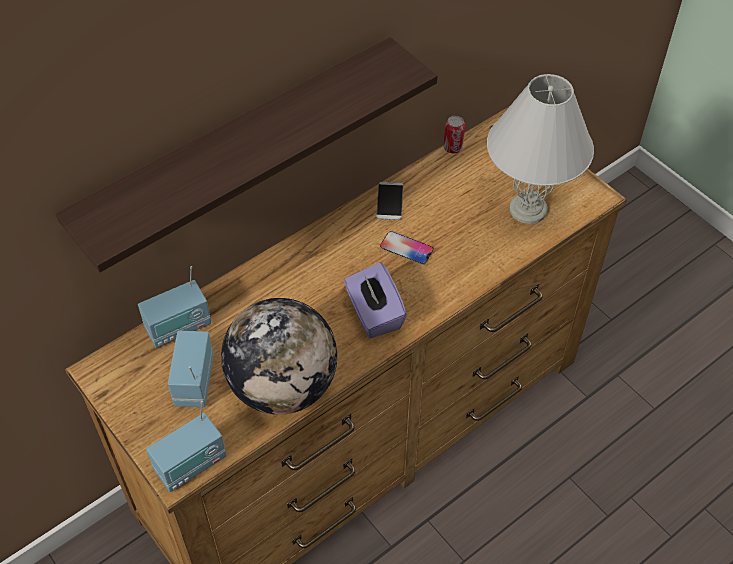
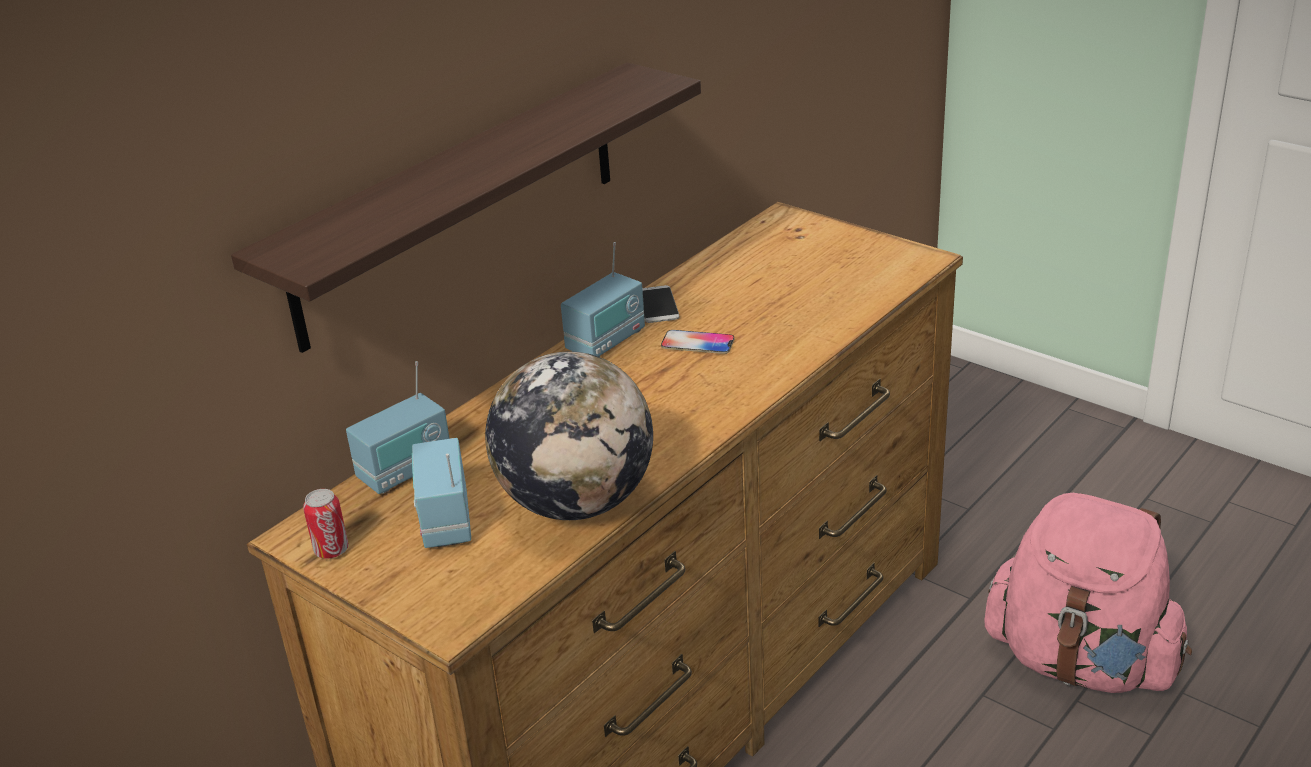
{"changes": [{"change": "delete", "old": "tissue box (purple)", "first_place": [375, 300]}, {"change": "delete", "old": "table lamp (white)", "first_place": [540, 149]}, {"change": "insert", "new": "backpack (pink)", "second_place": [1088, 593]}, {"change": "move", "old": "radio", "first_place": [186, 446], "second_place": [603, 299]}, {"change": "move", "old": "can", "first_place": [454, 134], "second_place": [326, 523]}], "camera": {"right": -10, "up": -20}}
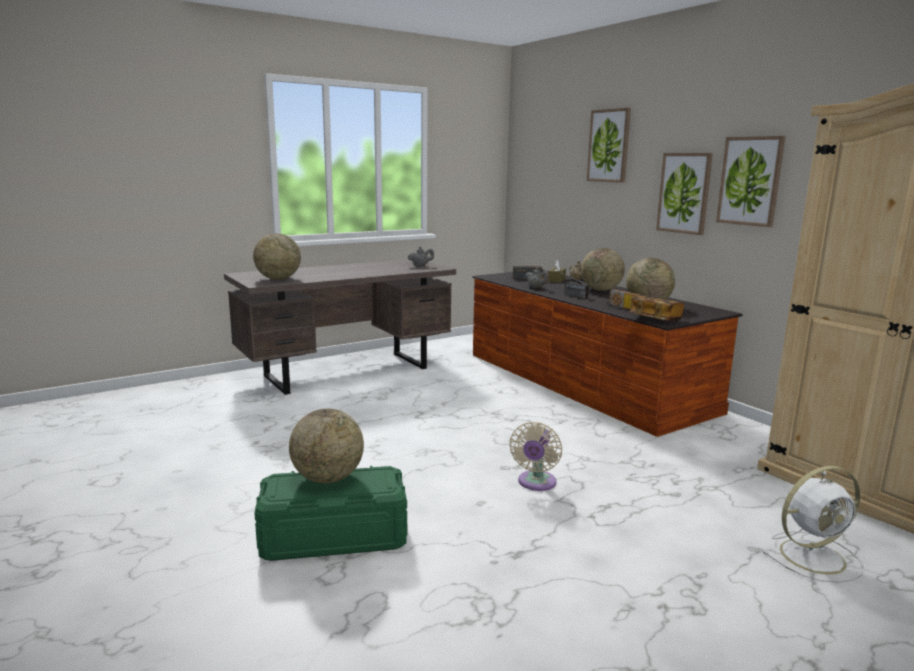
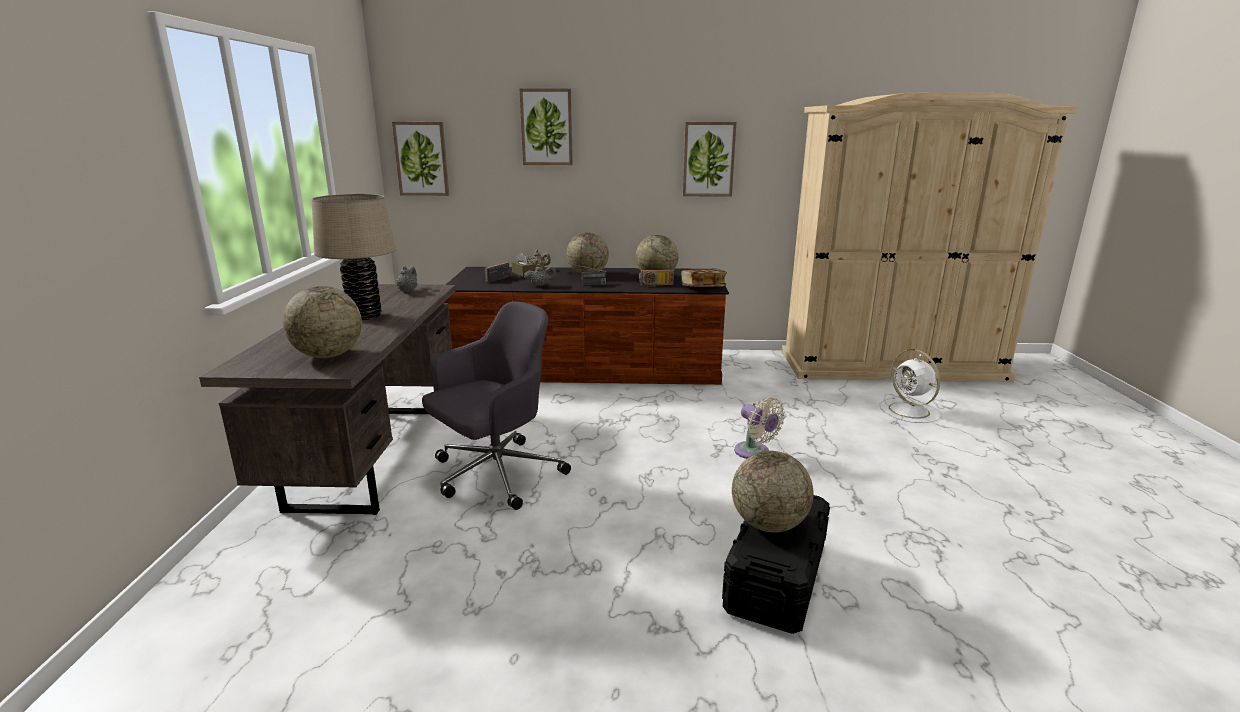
{"changes": [{"change": "insert", "new": "table lamp (beige)", "second_place": [354, 257]}, {"change": "insert", "new": "office chair (grey)", "second_place": [496, 406]}, {"change": "move", "old": "picture", "first_place": [684, 194], "second_place": [420, 159]}, {"change": "recolor", "old": "storage box (green)", "new": "storage box (black)", "first_place": [330, 513], "second_place": [776, 564]}, {"change": "rotate", "old": "fan (white)", "first_place": [813, 524], "second_place": [911, 386], "degrees": 135}], "camera": {"right": -55, "up": 5}}
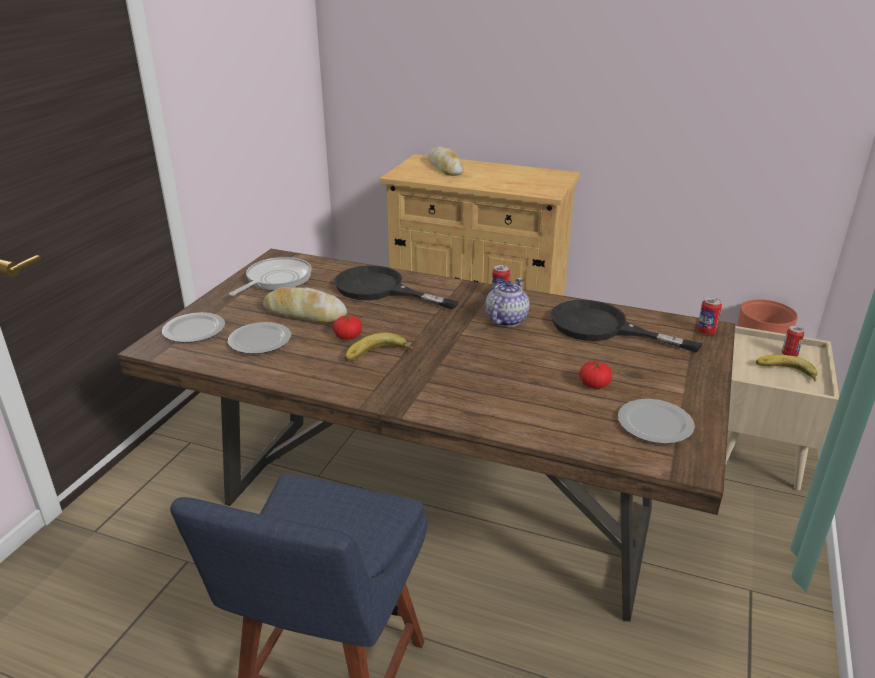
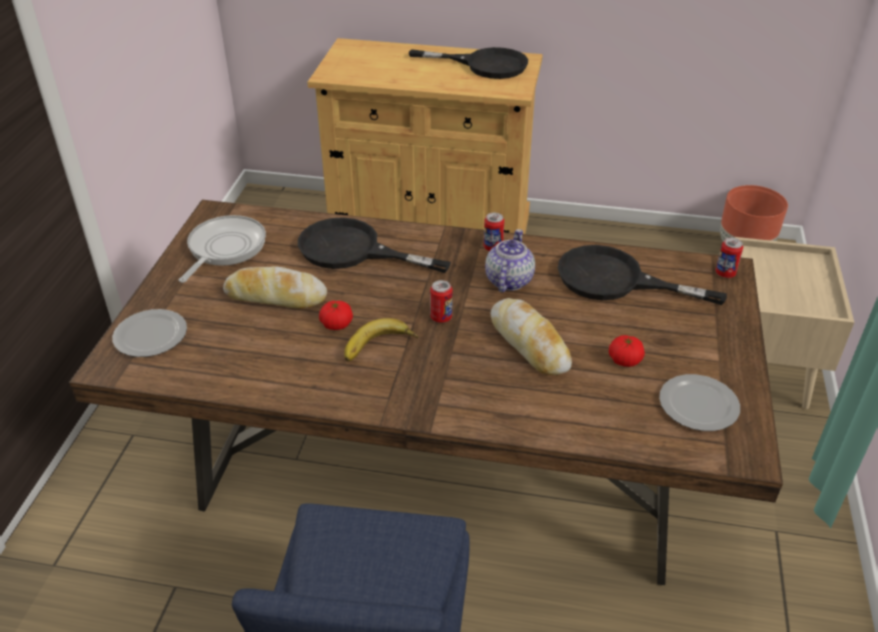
{"changes": [{"change": "delete", "old": "plate", "first_place": [259, 338]}, {"change": "delete", "old": "banana", "first_place": [787, 368]}, {"change": "insert", "new": "frying pan (black)", "second_place": [468, 63]}, {"change": "move", "old": "bread", "first_place": [446, 161], "second_place": [531, 336]}, {"change": "move", "old": "can", "first_place": [793, 341], "second_place": [441, 301]}], "camera": {"right": -10, "up": 10}}
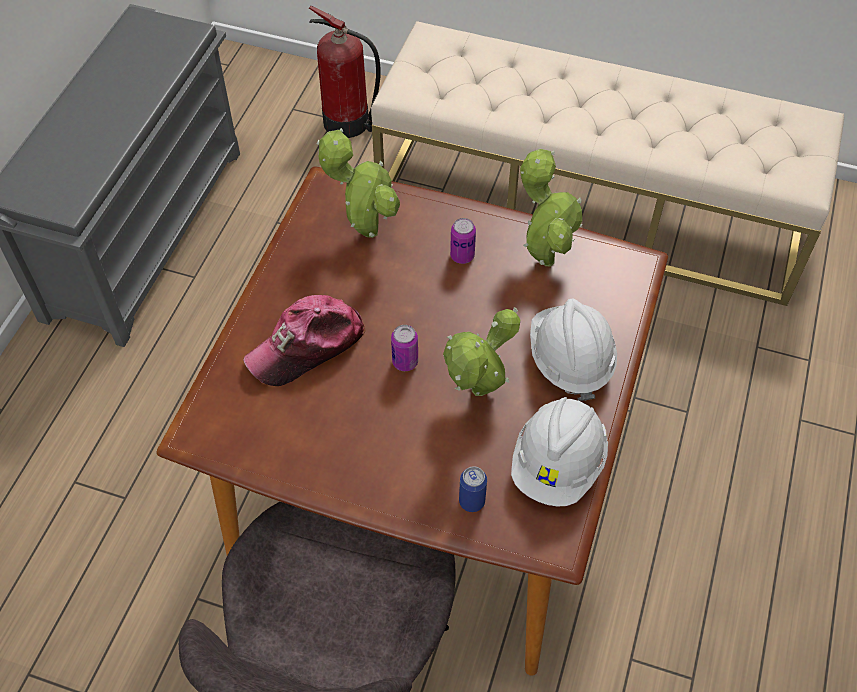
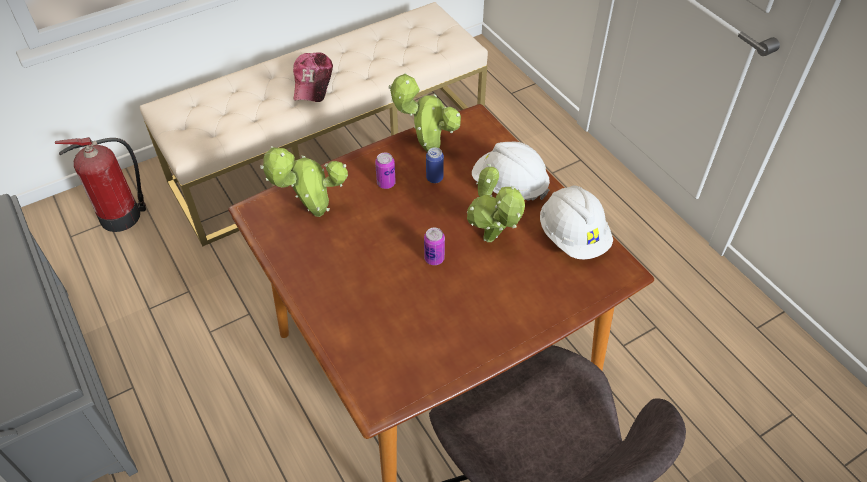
{"changes": [{"change": "move", "old": "cap", "first_place": [304, 340], "second_place": [313, 77]}, {"change": "move", "old": "can", "first_place": [473, 489], "second_place": [435, 165]}], "camera": {"right": -50, "up": -5}}
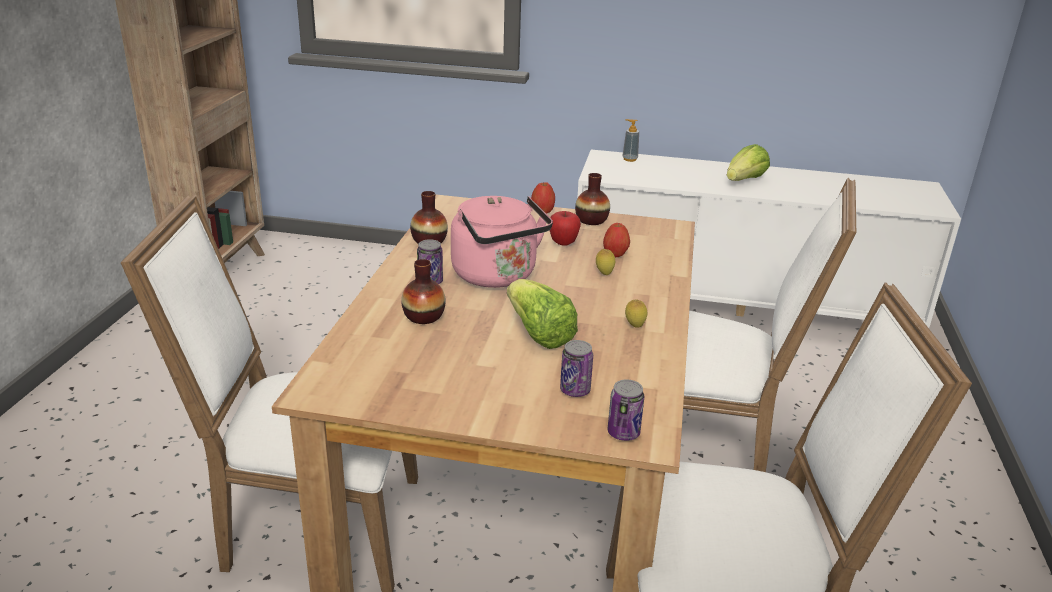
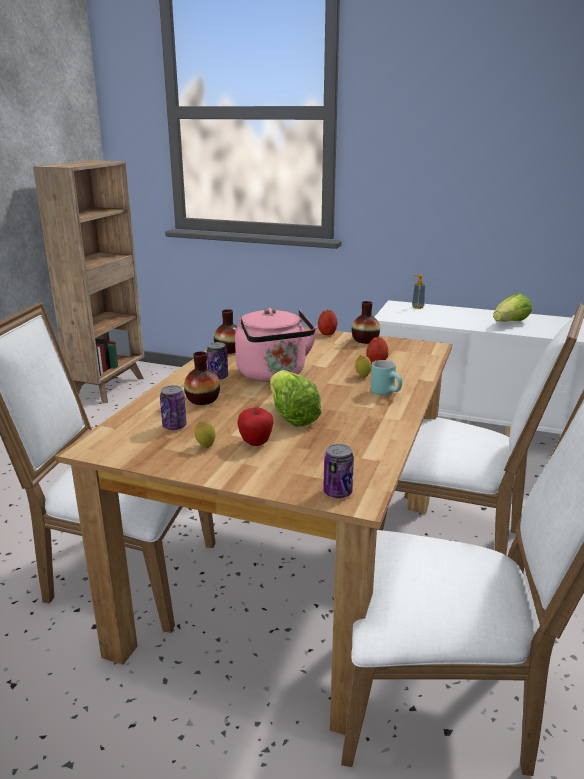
{"changes": [{"change": "insert", "new": "mug (turquoise)", "second_place": [386, 377]}, {"change": "move", "old": "apple", "first_place": [565, 228], "second_place": [255, 426]}, {"change": "move", "old": "can", "first_place": [576, 368], "second_place": [173, 407]}, {"change": "move", "old": "lemon", "first_place": [636, 313], "second_place": [205, 434]}], "camera": {"right": 10, "up": -5}}
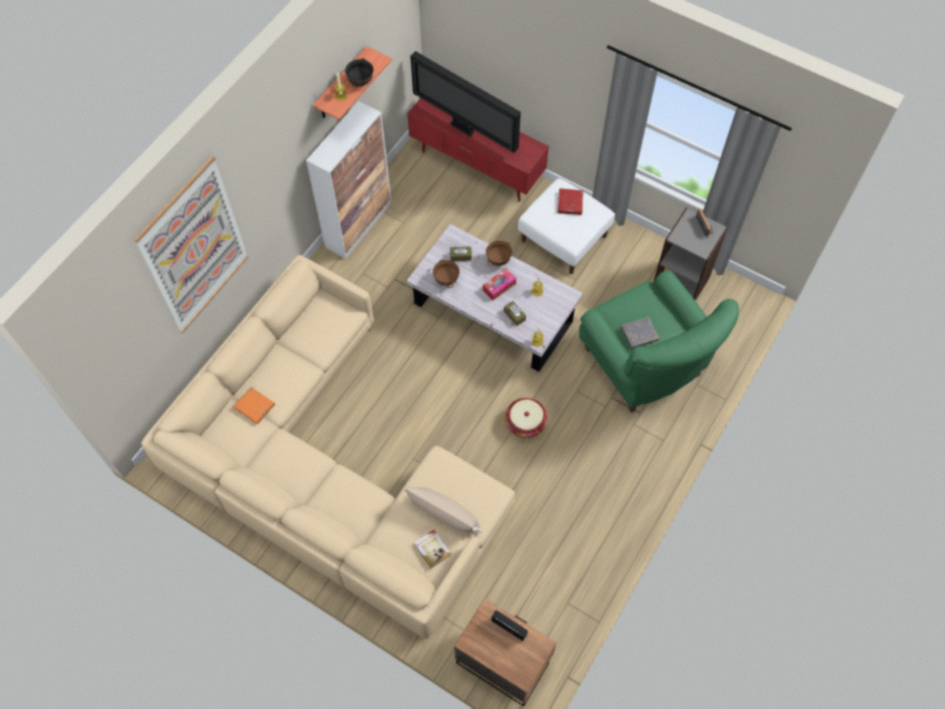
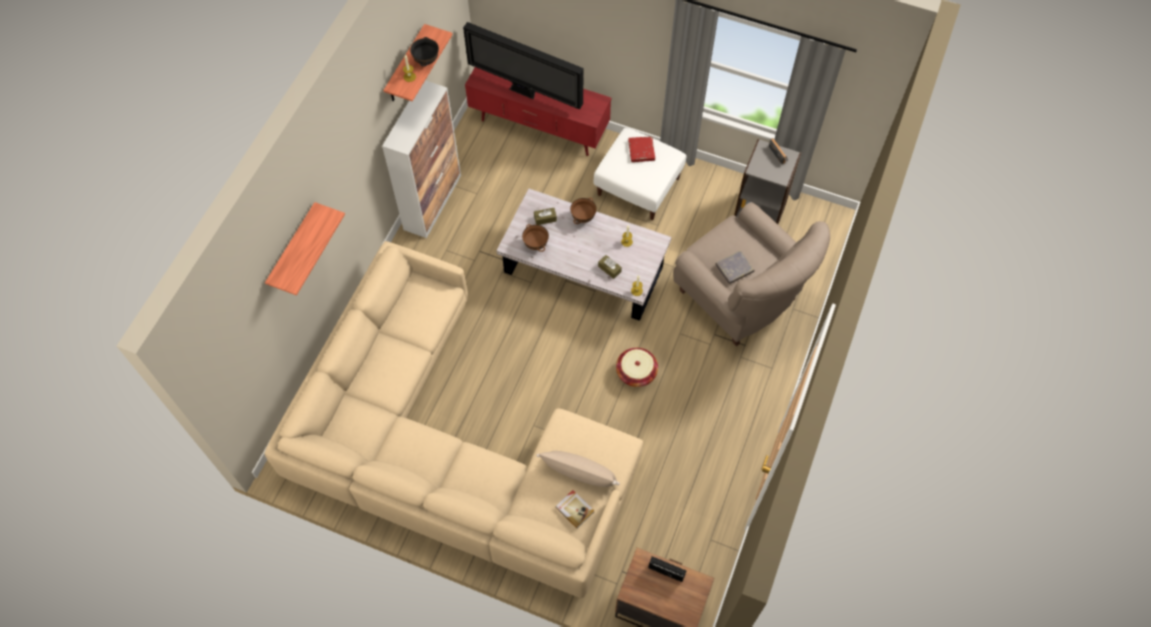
{"changes": [{"change": "delete", "old": "book (orange)", "first_place": [254, 405]}, {"change": "delete", "old": "tissue box", "first_place": [499, 284]}, {"change": "replace", "old": "picture", "new": "shelf", "first_place": [191, 245], "second_place": [305, 248]}, {"change": "recolor", "old": "armchair (green)", "new": "armchair (beige)", "first_place": [659, 341], "second_place": [751, 274]}], "camera": {"right": -10, "up": 0}}
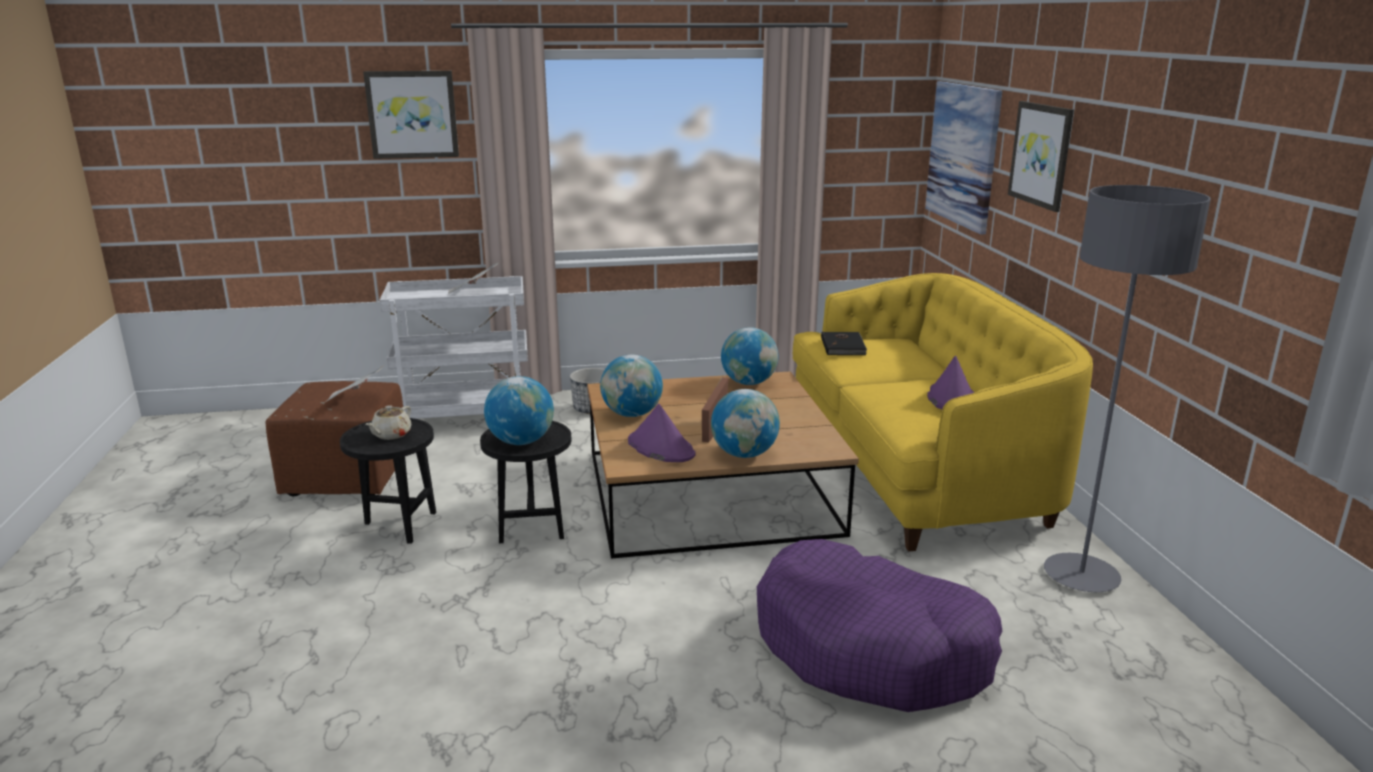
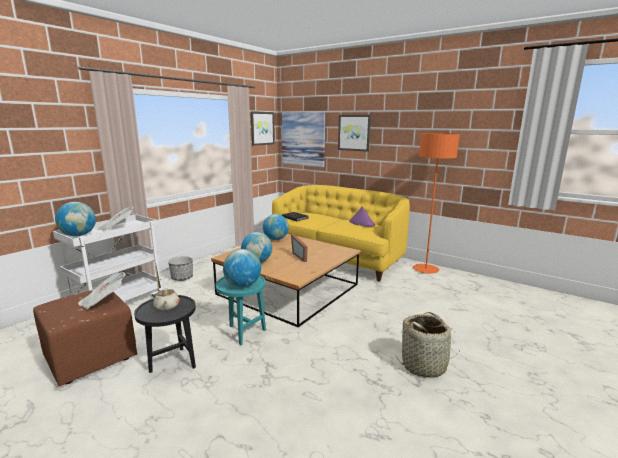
{"changes": [{"change": "delete", "old": "hat (purple)", "first_place": [661, 433]}, {"change": "delete", "old": "dog bed (purple)", "first_place": [879, 625]}, {"change": "insert", "new": "basket", "second_place": [427, 345]}, {"change": "move", "old": "picture", "first_place": [411, 115], "second_place": [262, 128]}, {"change": "move", "old": "globe", "first_place": [745, 423], "second_place": [75, 219]}, {"change": "recolor", "old": "side table (black)", "new": "side table (turquoise)", "first_place": [526, 482], "second_place": [241, 310]}, {"change": "recolor", "old": "floor lamp (grey)", "new": "floor lamp (orange)", "first_place": [1127, 388], "second_place": [436, 203]}], "camera": {"right": -45, "up": -5}}
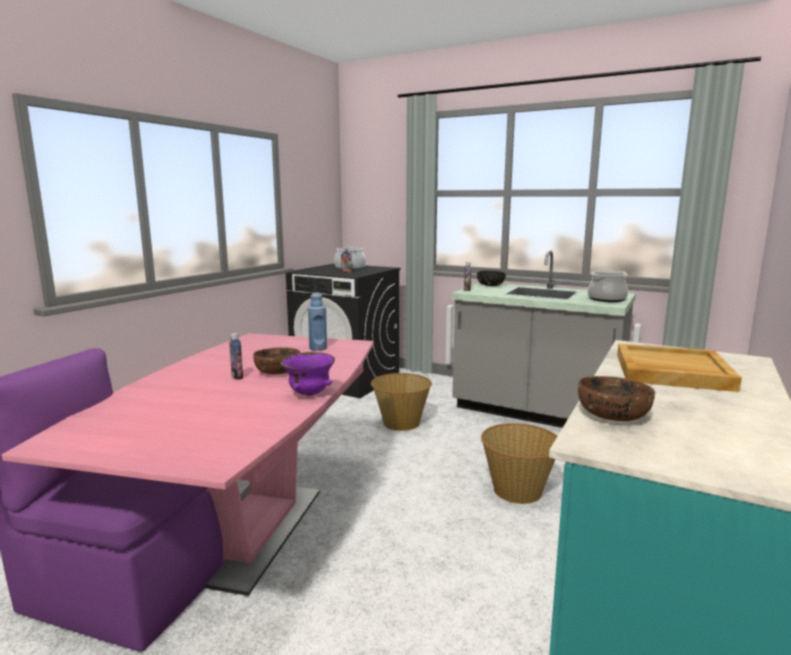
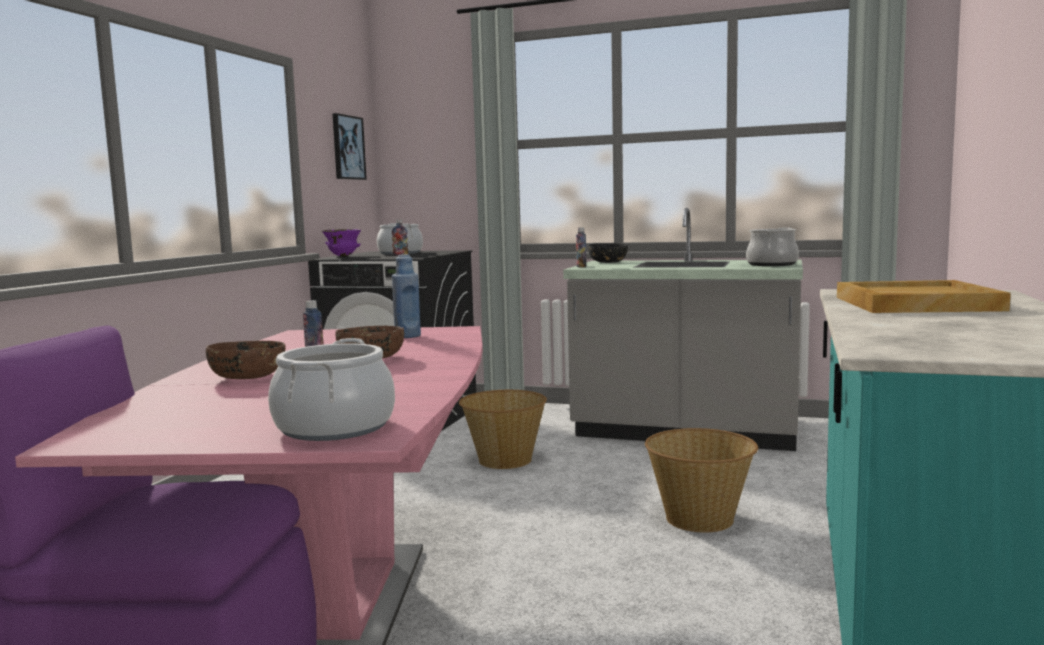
{"changes": [{"change": "insert", "new": "cooking pot", "second_place": [331, 389]}, {"change": "insert", "new": "picture", "second_place": [350, 146]}, {"change": "move", "old": "bowl (purple)", "first_place": [307, 374], "second_place": [341, 242]}, {"change": "move", "old": "bowl (brown)", "first_place": [616, 398], "second_place": [245, 360]}], "camera": {"right": -10, "up": -5}}
